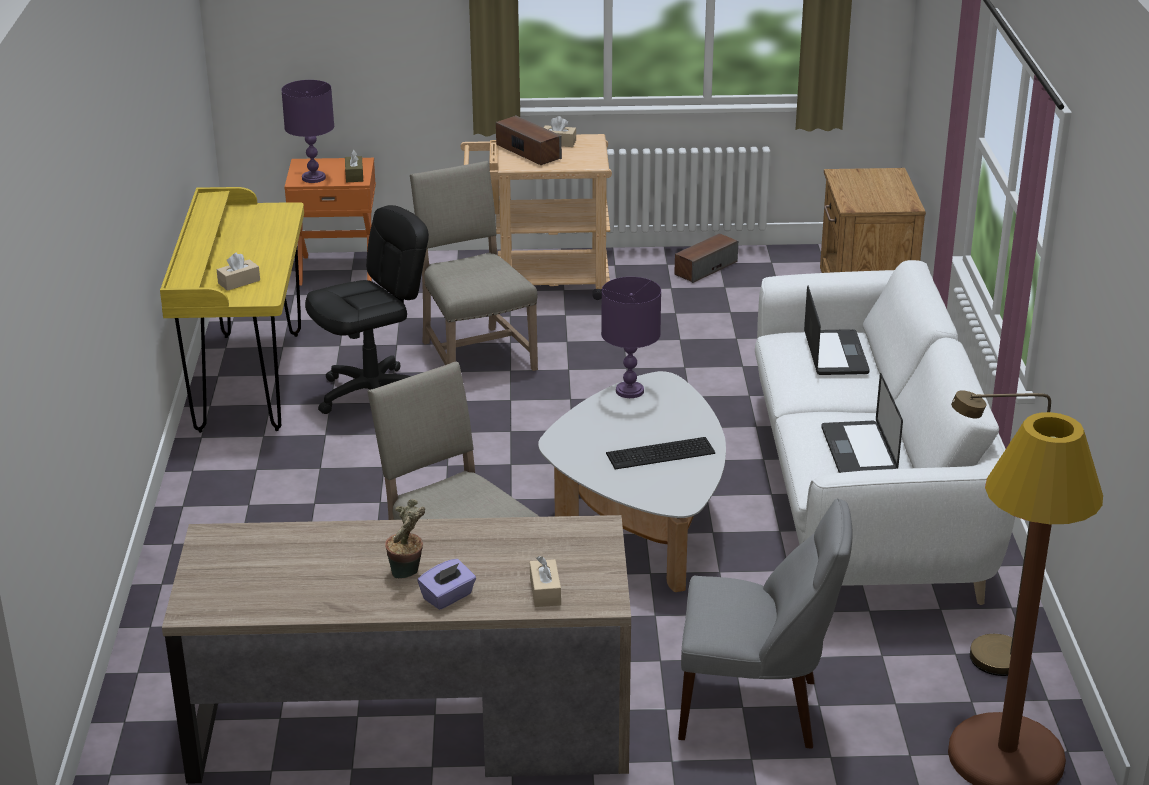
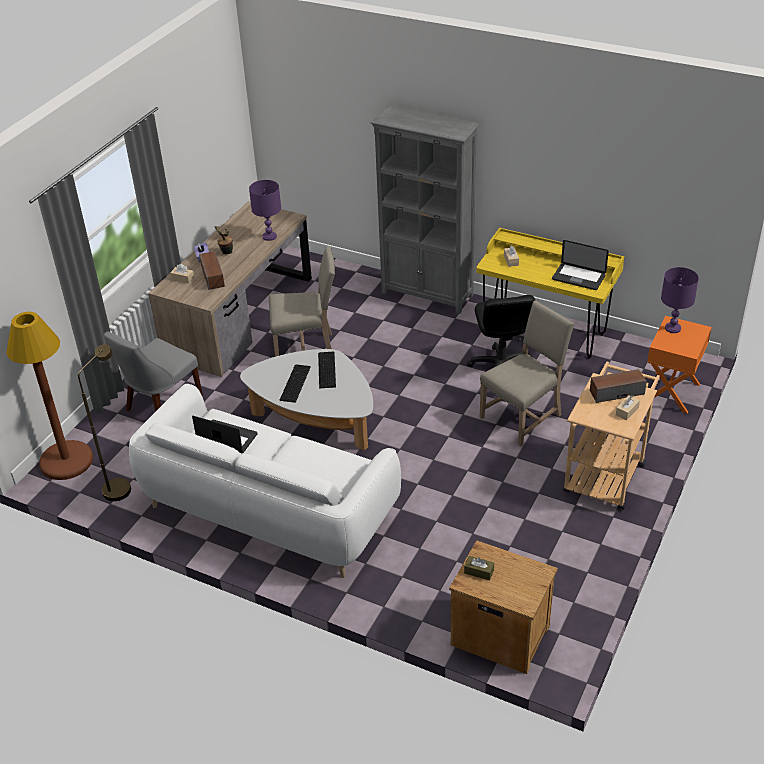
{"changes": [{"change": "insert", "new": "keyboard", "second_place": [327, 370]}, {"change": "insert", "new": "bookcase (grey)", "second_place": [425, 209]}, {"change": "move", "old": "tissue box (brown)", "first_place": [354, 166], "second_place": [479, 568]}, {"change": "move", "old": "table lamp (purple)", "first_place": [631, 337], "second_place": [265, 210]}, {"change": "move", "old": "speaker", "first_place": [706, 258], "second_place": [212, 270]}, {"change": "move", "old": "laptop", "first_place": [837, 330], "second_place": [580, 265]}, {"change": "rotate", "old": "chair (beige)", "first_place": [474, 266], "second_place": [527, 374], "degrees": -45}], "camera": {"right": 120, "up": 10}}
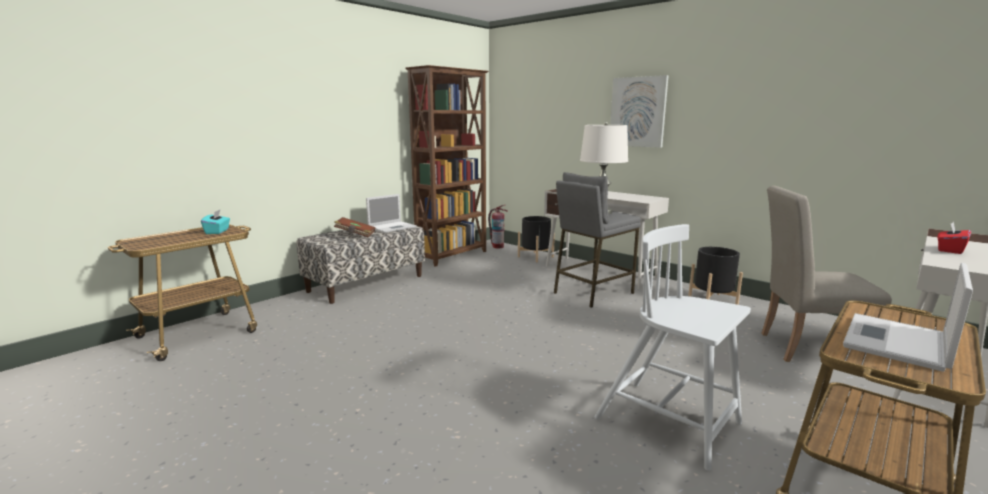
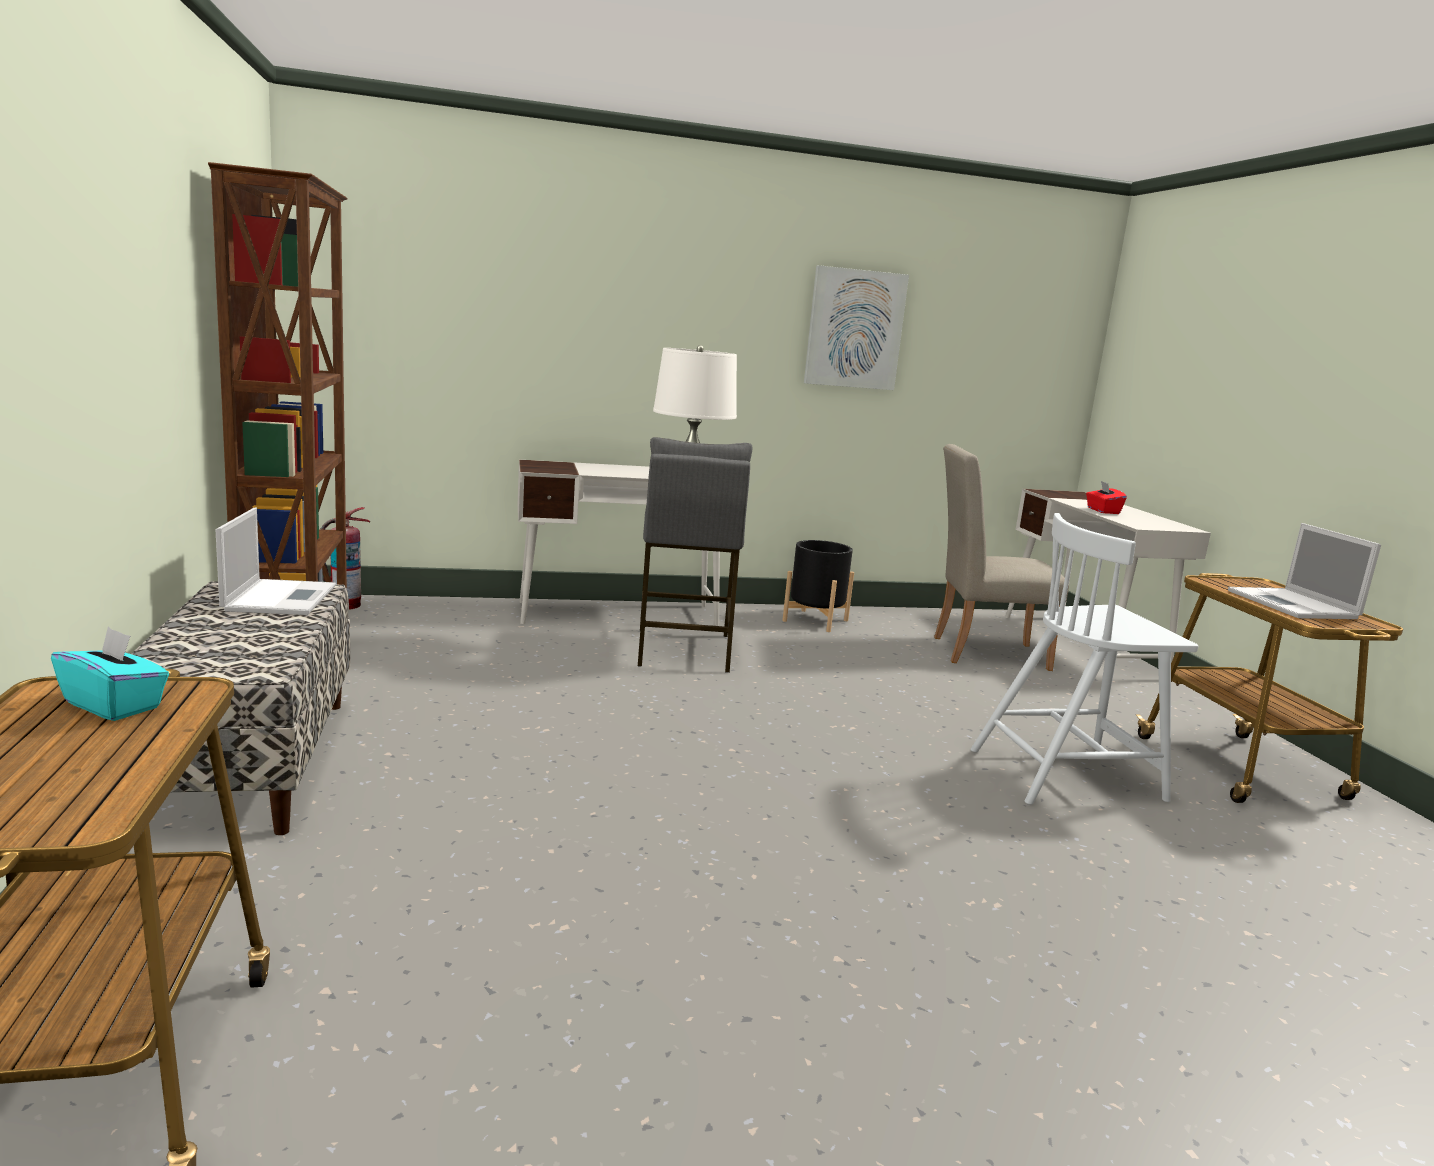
{"changes": [{"change": "delete", "old": "book (brown)", "first_place": [355, 227]}, {"change": "delete", "old": "planter (black)", "first_place": [536, 239]}, {"change": "move", "old": "picture", "first_place": [639, 111], "second_place": [856, 327]}, {"change": "rotate", "old": "chair (beige)", "first_place": [826, 274], "second_place": [1001, 557], "degrees": 45}], "camera": {"right": -55, "up": 0}}
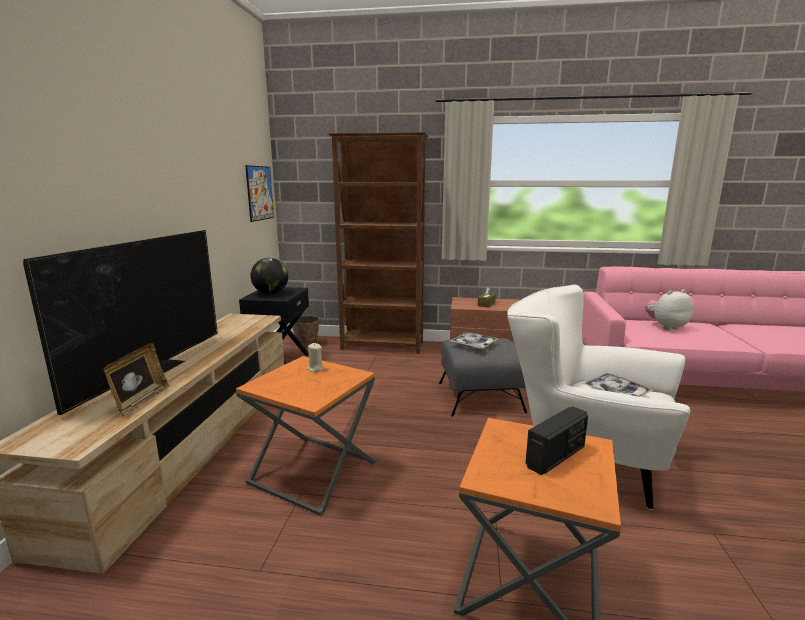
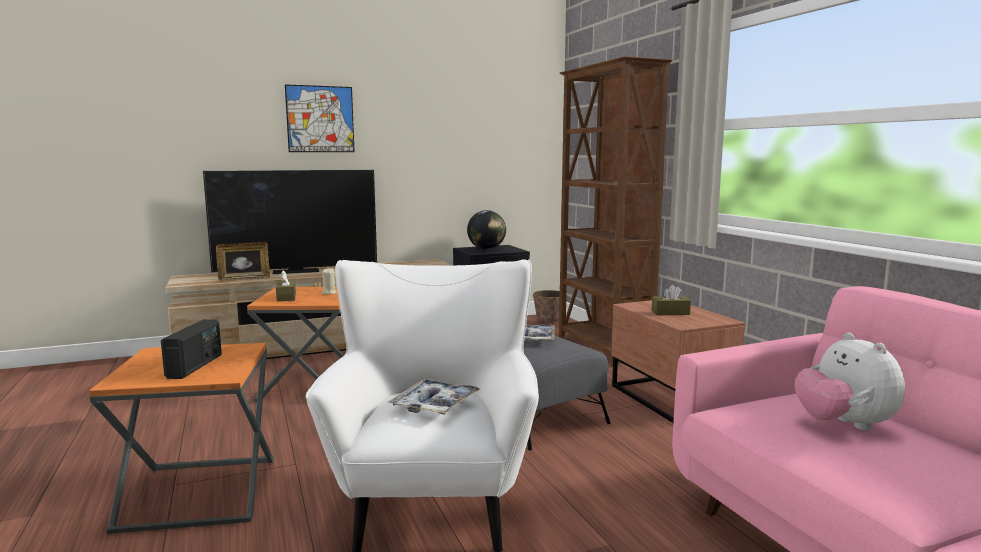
{"changes": [{"change": "insert", "new": "tissue box (brown)", "second_place": [286, 286]}, {"change": "move", "old": "picture", "first_place": [259, 193], "second_place": [320, 118]}, {"change": "rotate", "old": "radio", "first_place": [557, 440], "second_place": [191, 349], "degrees": -105}, {"change": "rotate", "old": "plush toy", "first_place": [669, 310], "second_place": [850, 382], "degrees": -150}], "camera": {"right": 60, "up": -5}}
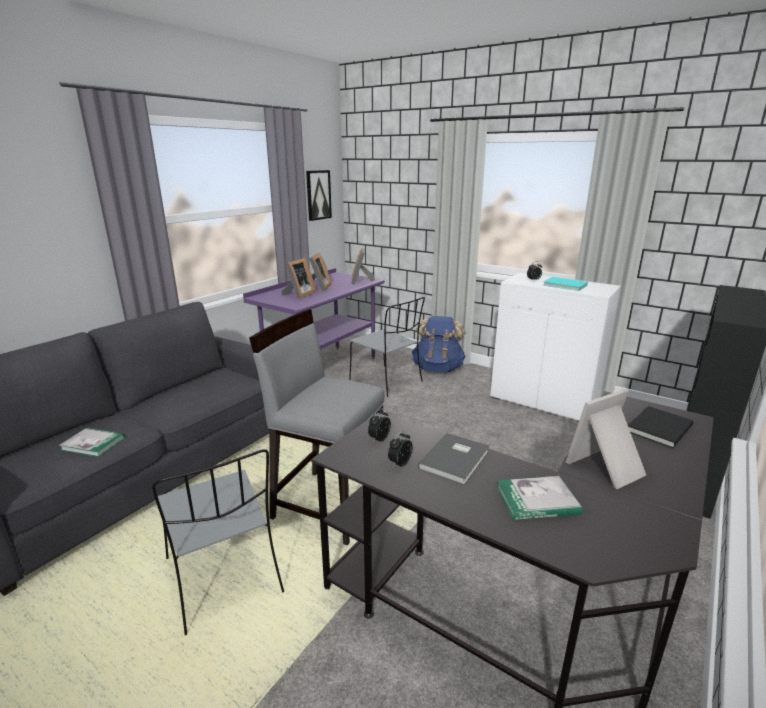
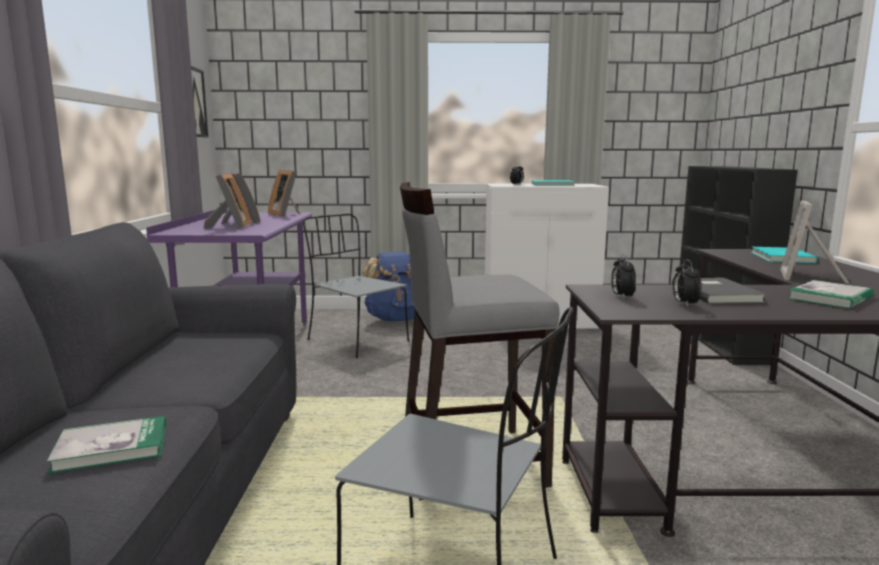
{"changes": [{"change": "recolor", "old": "book (black)", "new": "book (turquoise)", "first_place": [661, 427], "second_place": [784, 255]}, {"change": "rotate", "old": "chair (grey)", "first_place": [387, 347], "second_place": [356, 286], "degrees": -150}], "camera": {"right": -35, "up": -10}}
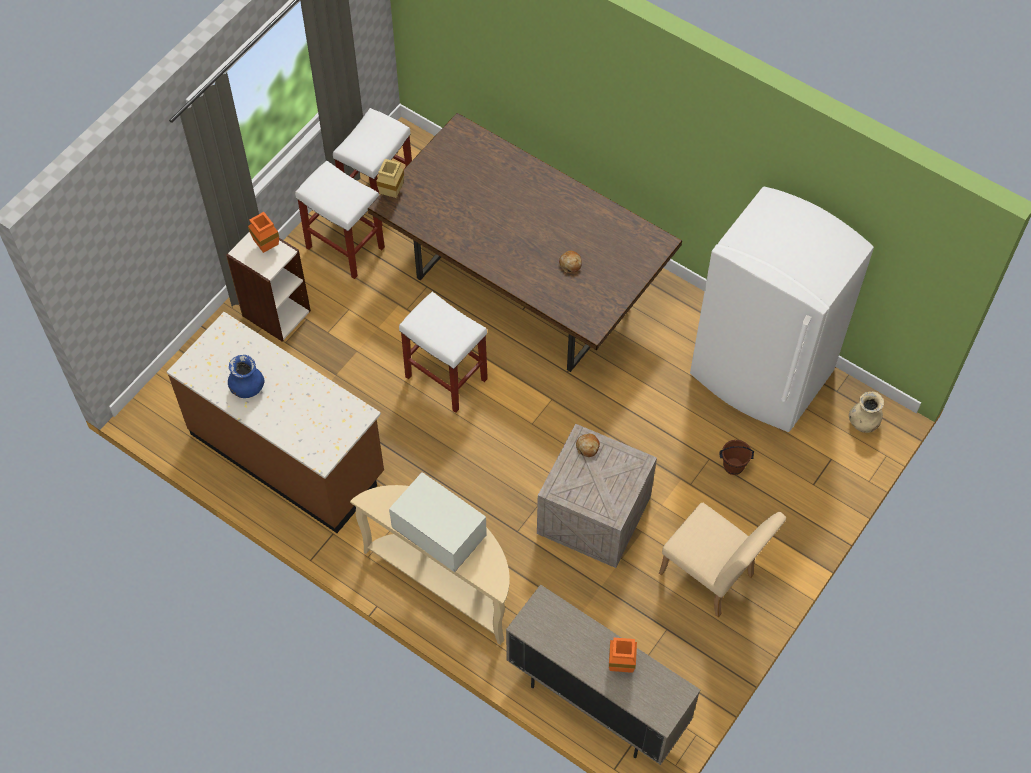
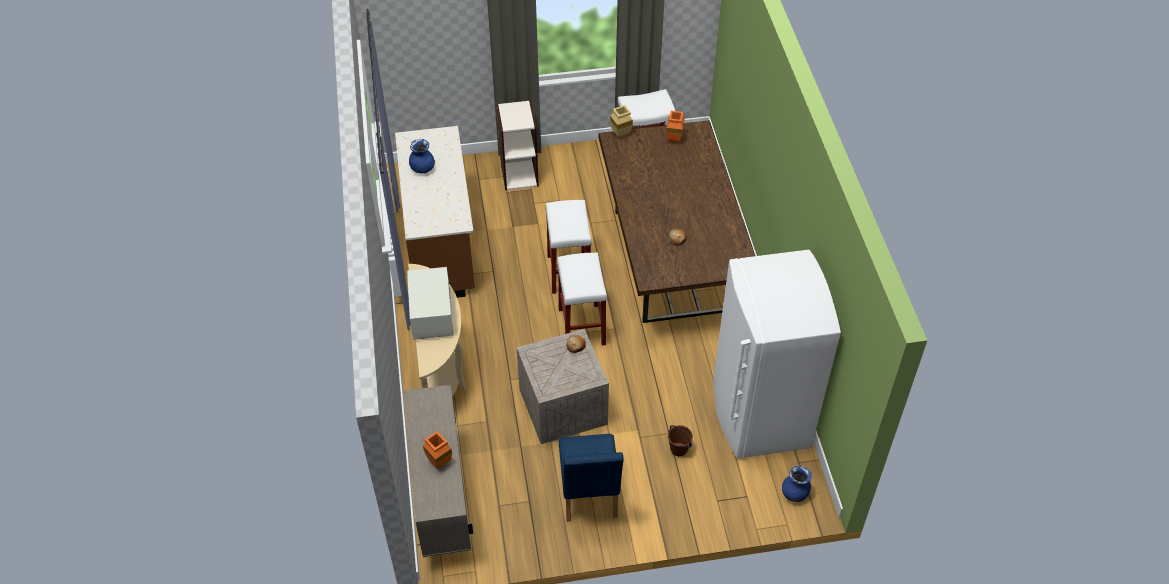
{"changes": [{"change": "move", "old": "vase (orange)", "first_place": [263, 232], "second_place": [675, 126]}, {"change": "move", "old": "stool (white)", "first_place": [340, 220], "second_place": [582, 298]}, {"change": "recolor", "old": "chair (beige)", "new": "chair (blue)", "first_place": [722, 560], "second_place": [591, 478]}, {"change": "recolor", "old": "vase (beige)", "new": "vase (blue)", "first_place": [866, 412], "second_place": [797, 484]}], "camera": {"right": 45, "up": -10}}
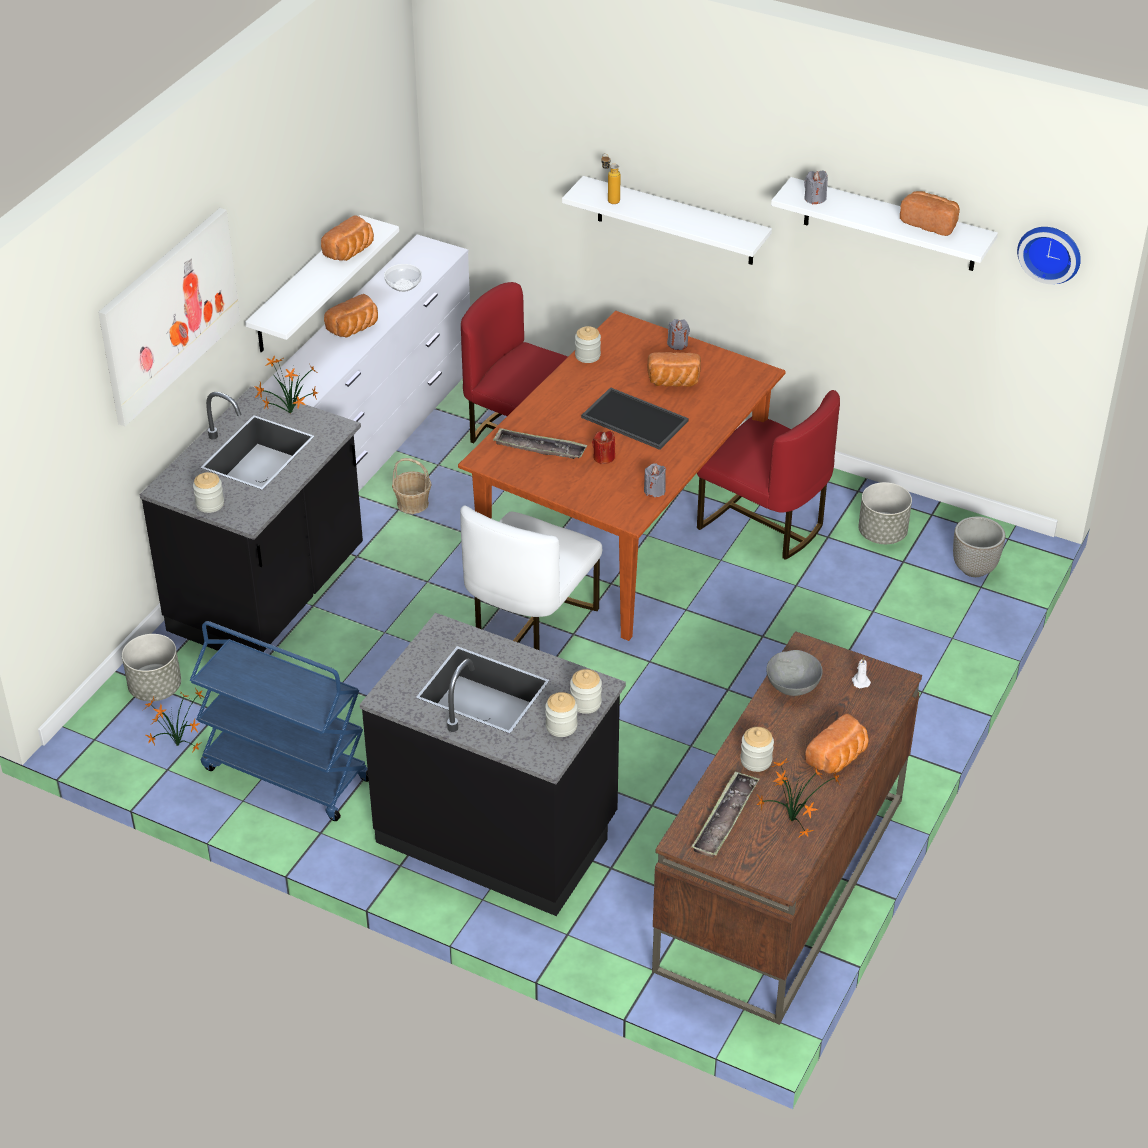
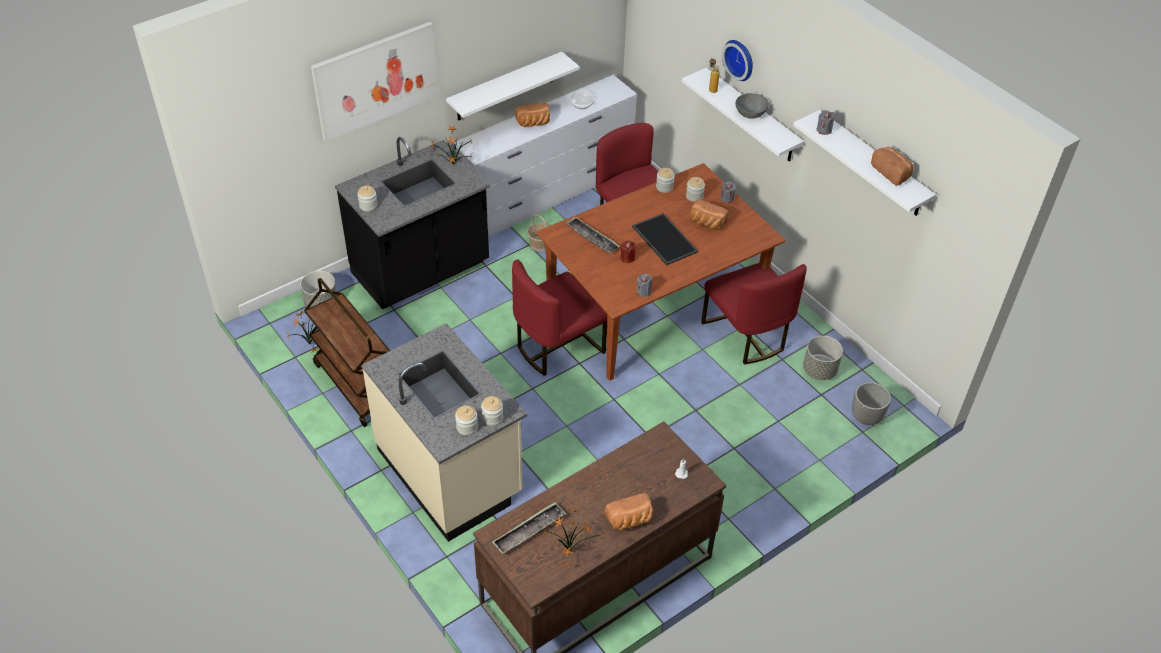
{"changes": [{"change": "delete", "old": "bread", "first_place": [347, 238]}, {"change": "move", "old": "jar", "first_place": [757, 749], "second_place": [695, 189]}, {"change": "move", "old": "bowl (grey)", "first_place": [794, 673], "second_place": [752, 106]}, {"change": "move", "old": "wall clock", "first_place": [1049, 255], "second_place": [737, 60]}, {"change": "recolor", "old": "cart (blue)", "new": "cart (brown)", "first_place": [279, 721], "second_place": [347, 352]}, {"change": "recolor", "old": "counter (black)", "new": "counter (beige)", "first_place": [493, 764], "second_place": [444, 432]}, {"change": "recolor", "old": "chair (white)", "new": "chair (red)", "first_place": [531, 577], "second_place": [559, 317]}], "camera": {"right": 25, "up": 5}}
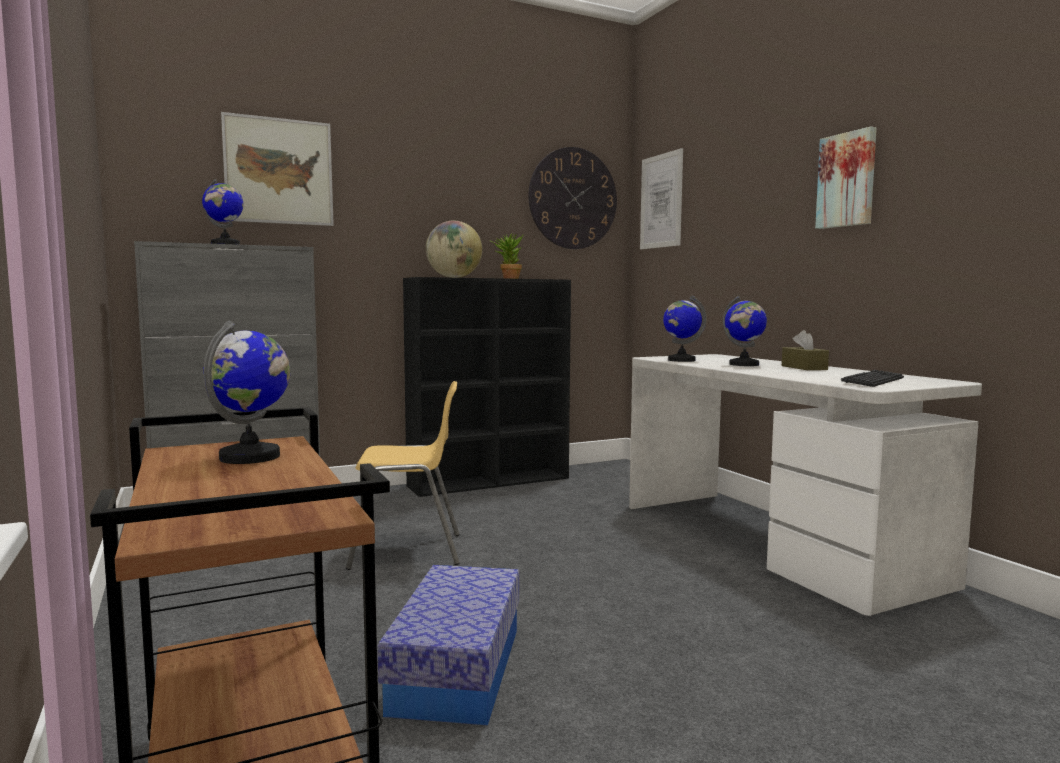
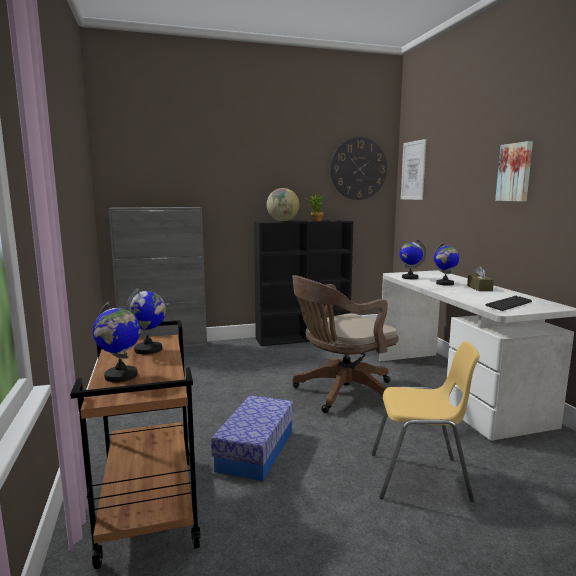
{"changes": [{"change": "delete", "old": "picture", "first_place": [277, 169]}, {"change": "insert", "new": "office chair (brown)", "second_place": [345, 344]}, {"change": "move", "old": "globe", "first_place": [223, 212], "second_place": [117, 341]}, {"change": "move", "old": "chair (yellow)", "first_place": [403, 475], "second_place": [426, 421]}], "camera": {"right": 10, "up": 5}}
